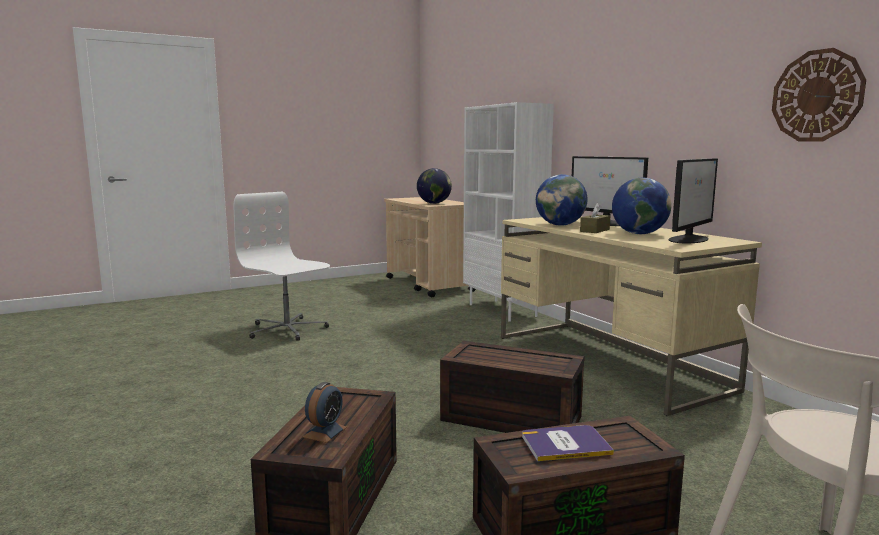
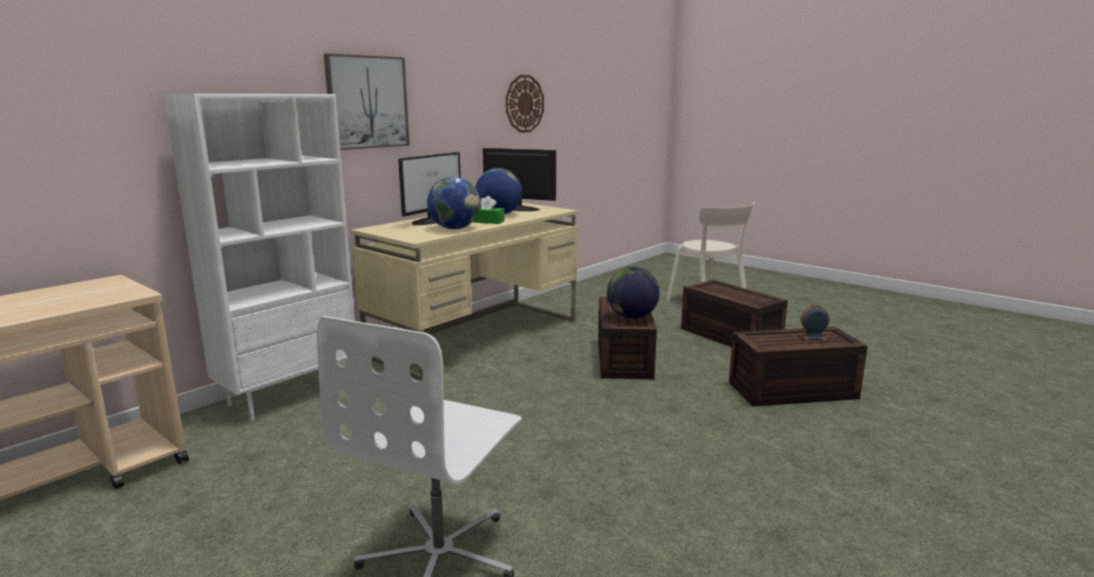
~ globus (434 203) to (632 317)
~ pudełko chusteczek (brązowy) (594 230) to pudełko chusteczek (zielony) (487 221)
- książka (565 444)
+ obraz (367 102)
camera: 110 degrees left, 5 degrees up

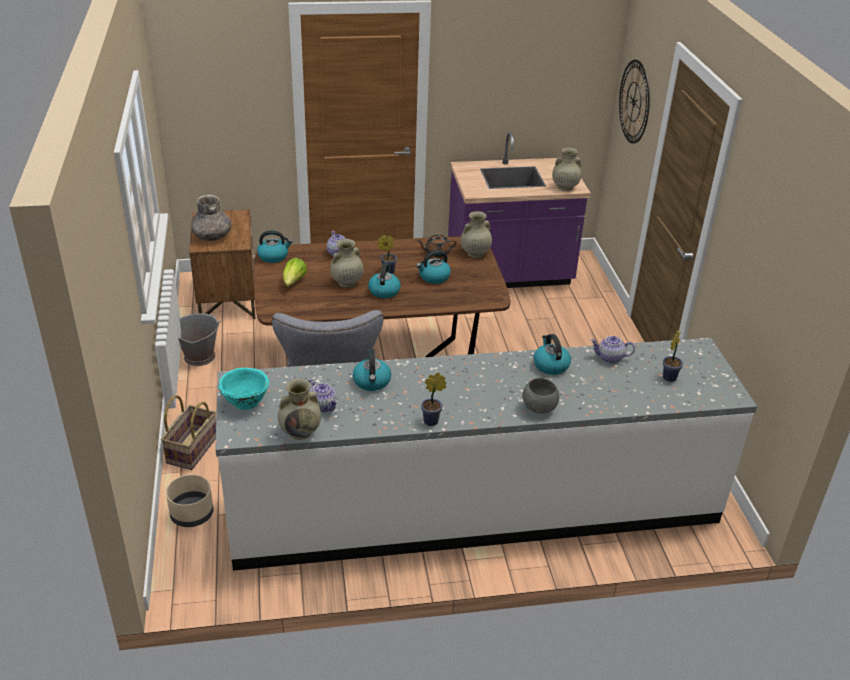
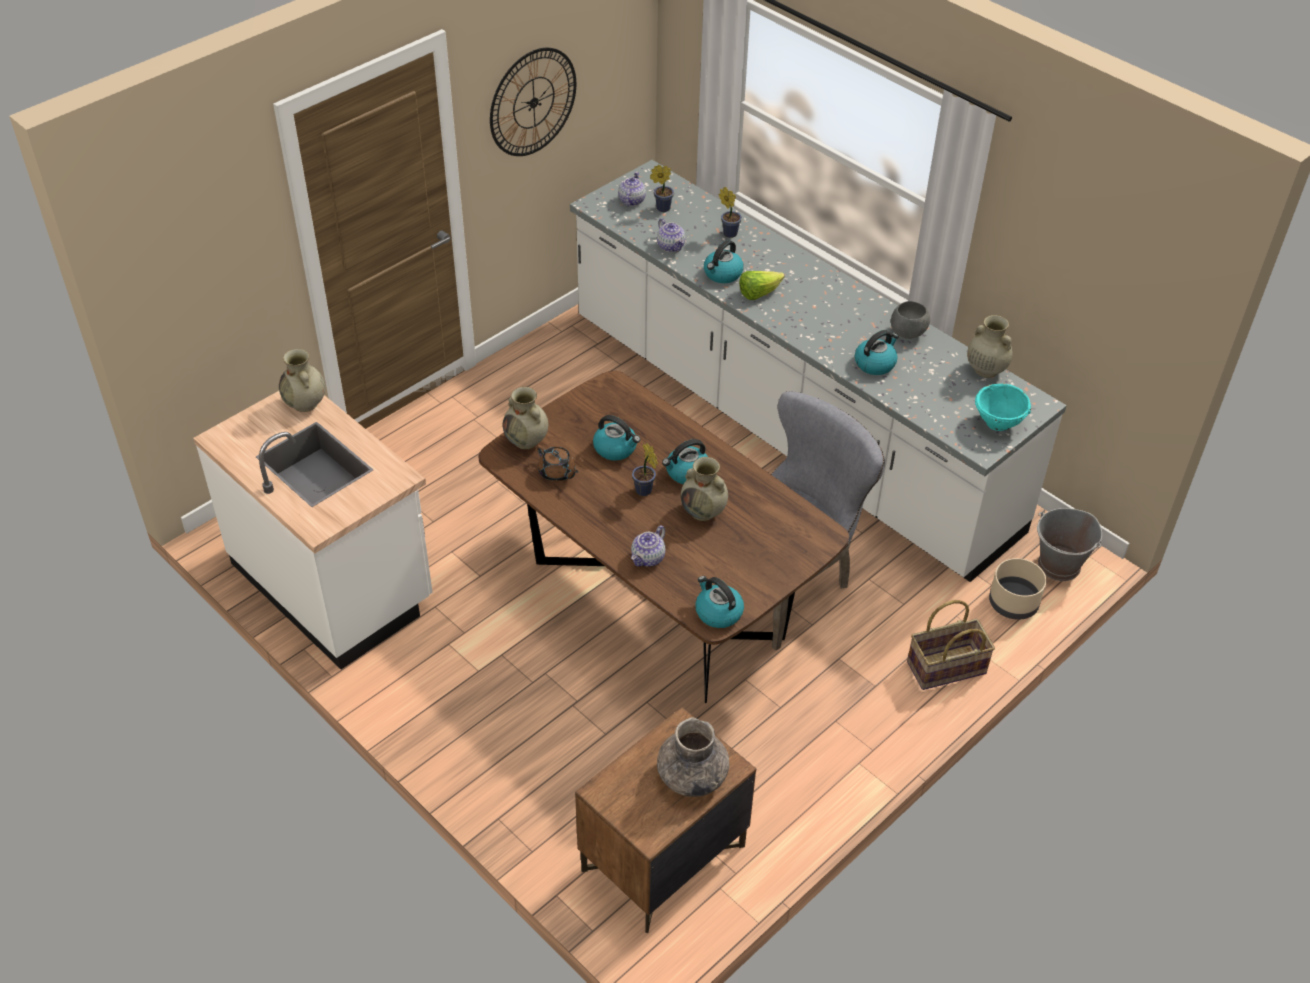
~ zegar ścienny (634 101) to (533 102)
~ zabudowa kuchenna (fioletowy) (509 275) to zabudowa kuchenna (biały) (334 583)
~ sałata (294 282) to (758 293)
~ wiadro (szary) (199 356) to (1059 565)
~ roślina doniczkowa (433 421) to (728 233)
~ miska (szary) (538 408) to (908 333)
~ imbryk (323 406) to (631 200)
camera: 125 degrees left, 10 degrees up

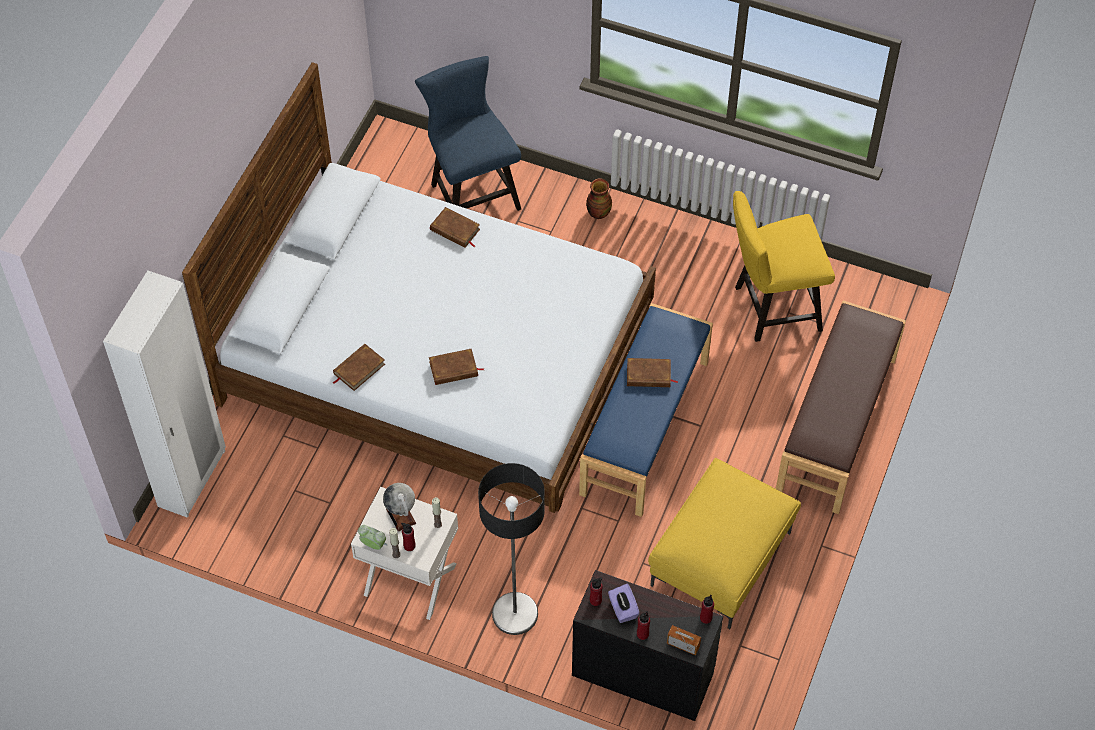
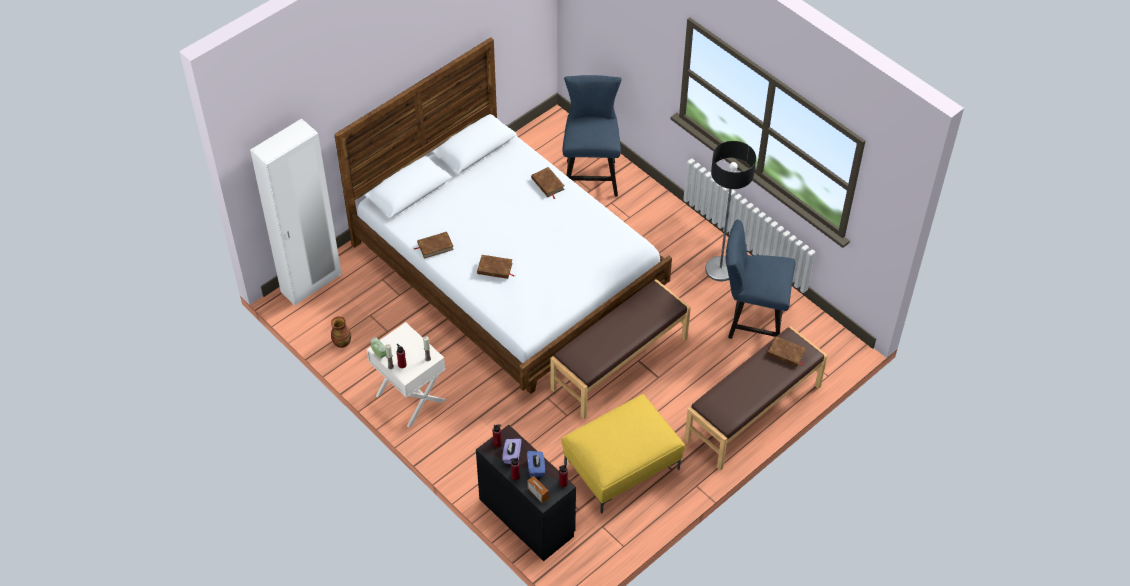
~ wazon (598 212) to (342 342)
~ krzesło (żółty) (771 309) to krzesło (niebieski) (751 321)
~ ławka (niebieski) (643 427) to ławka (brązowy) (619 363)
~ książka (brązowy) (648 375) to (786 353)
~ lampa stojąca (514 614) to (720 269)
- globus (401 516)
+ pudełko chusteczek (niebieski) (536 468)
camera: 25 degrees right, 5 degrees down

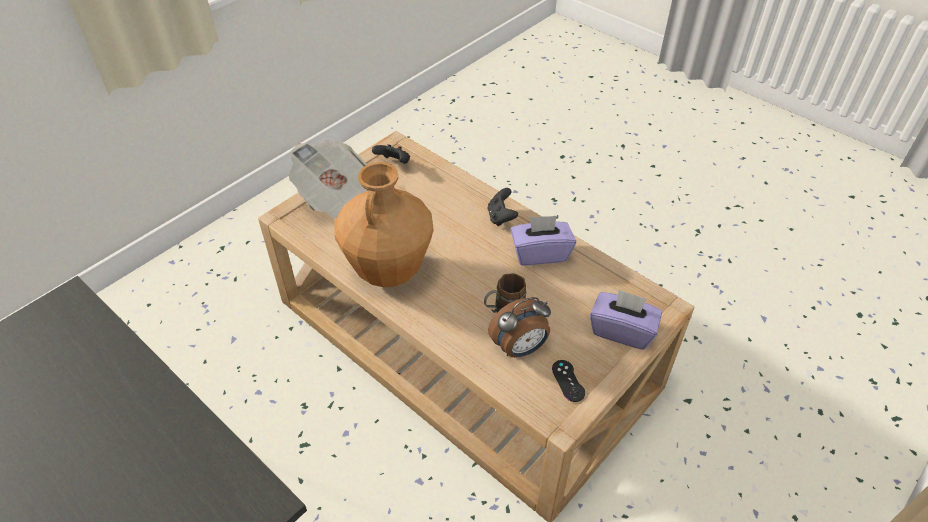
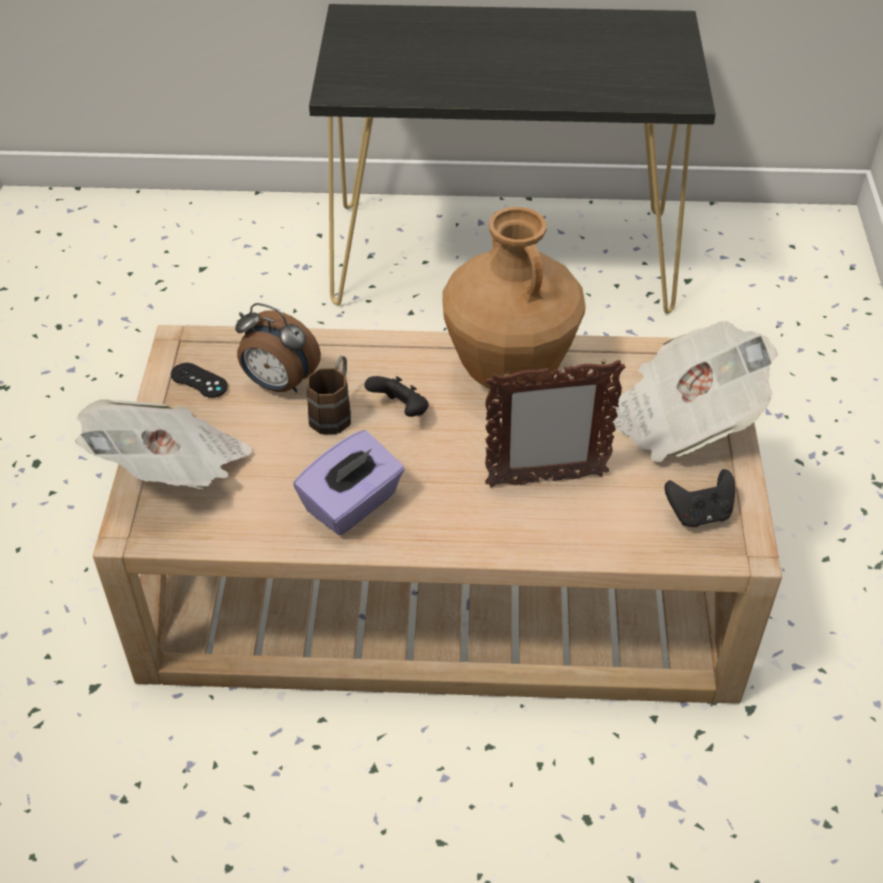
~ pad do gier (czarny) (501 217) to (400 410)
~ pudełko chusteczek (fioletowy) (622 330) to gazeta (173 470)
~ budzik (520 348) = (279 384) 90 degrees counterclockwise
+ ramka na zdjęcie (545 480)
camera: 140 degrees right, 0 degrees up

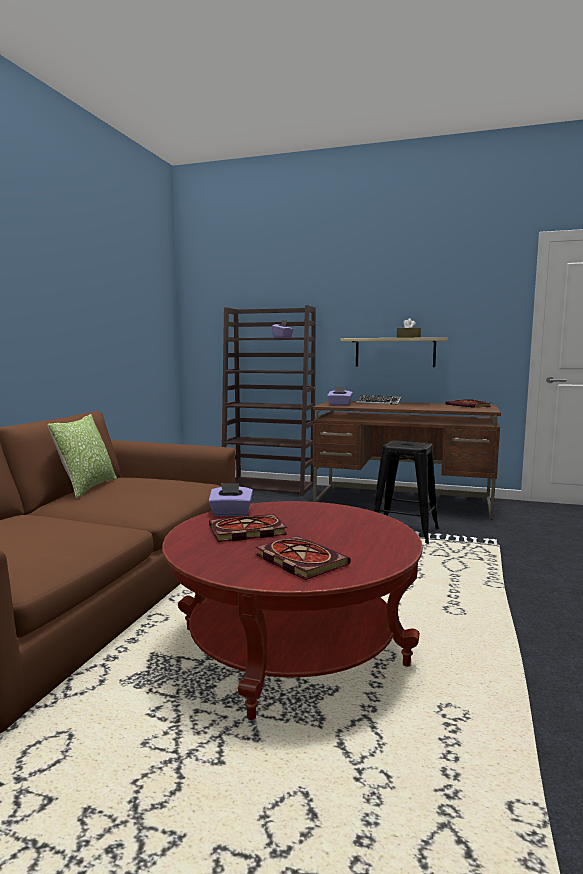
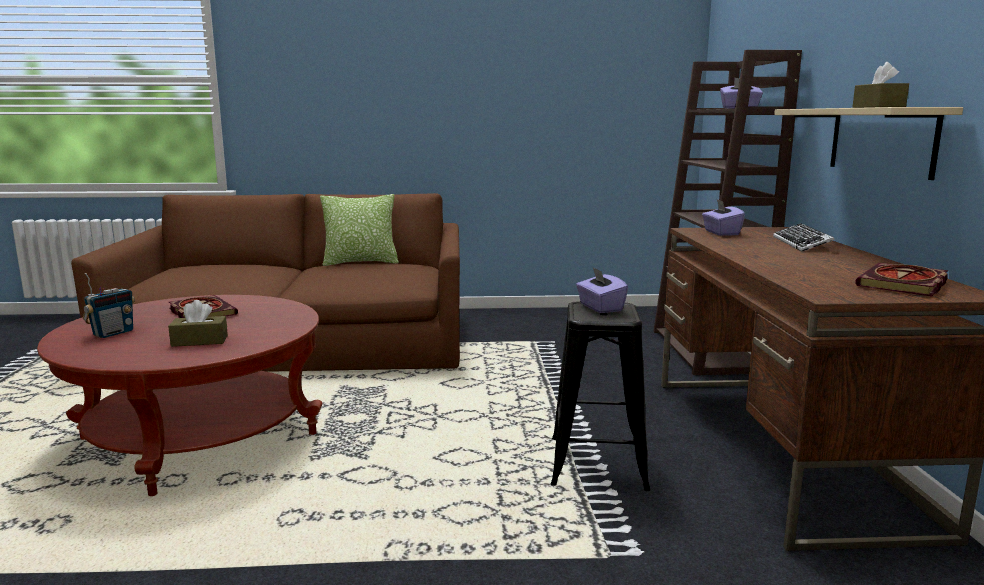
~ pudełko chusteczek (fioletowy) (231 513) to (600 307)
~ książka (298 560) to radio (113 333)
+ pudełko chusteczek (brązowy) (199 341)
camera: 70 degrees right, 5 degrees up

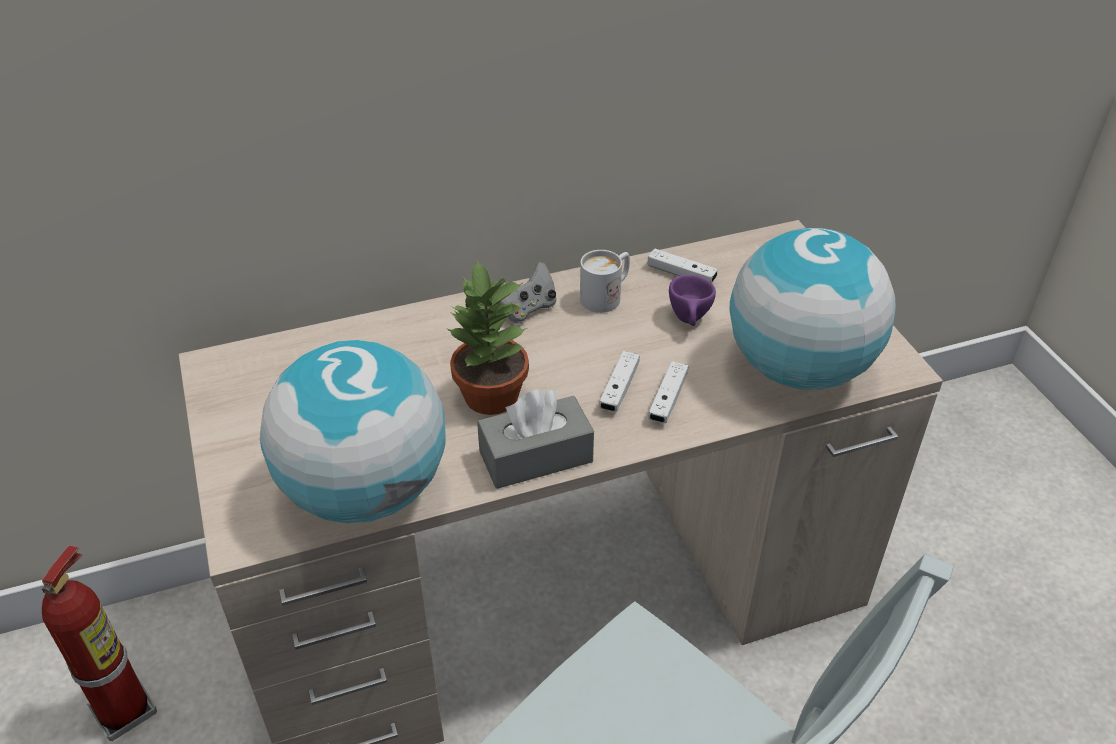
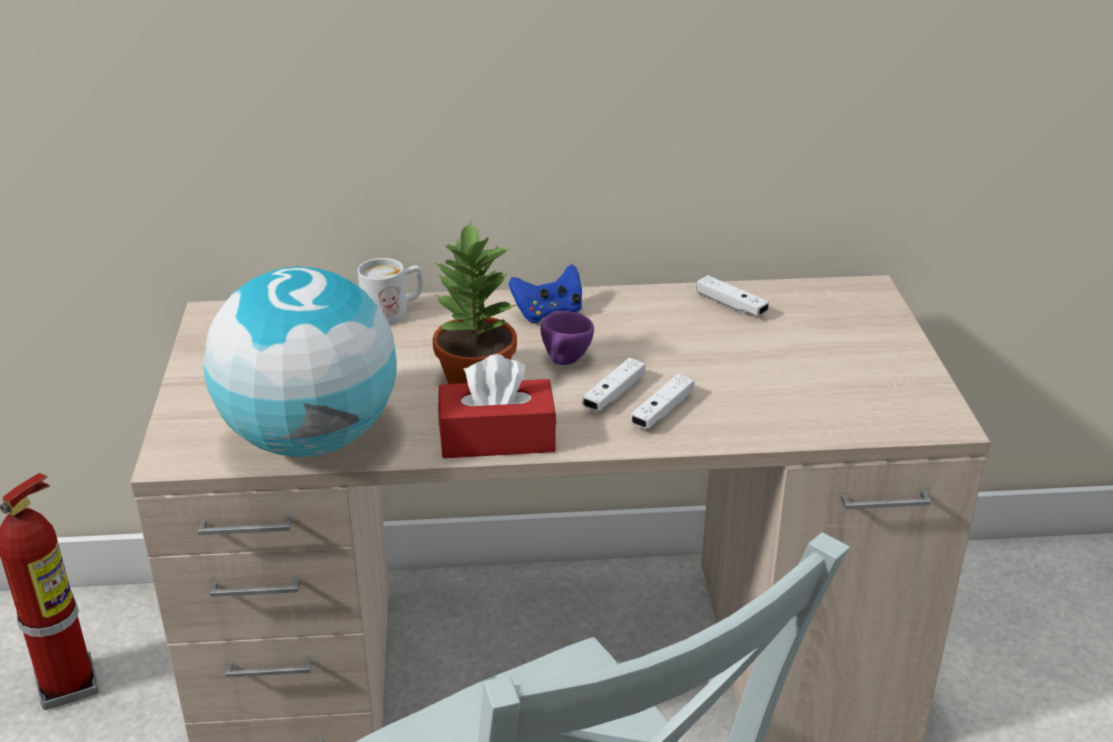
- globus (799 369)
~ kubek (biały) (606 296) to (394 312)
~ pad do gier (szary) (526 309) to pad do gier (niebieski) (548 313)
~ filiżanka (fioletowy) (690 321) to (565 363)
~ pudełko chusteczek (szary) (536 457) to pudełko chusteczek (czerwony) (497 438)
camera: 15 degrees right, 10 degrees down

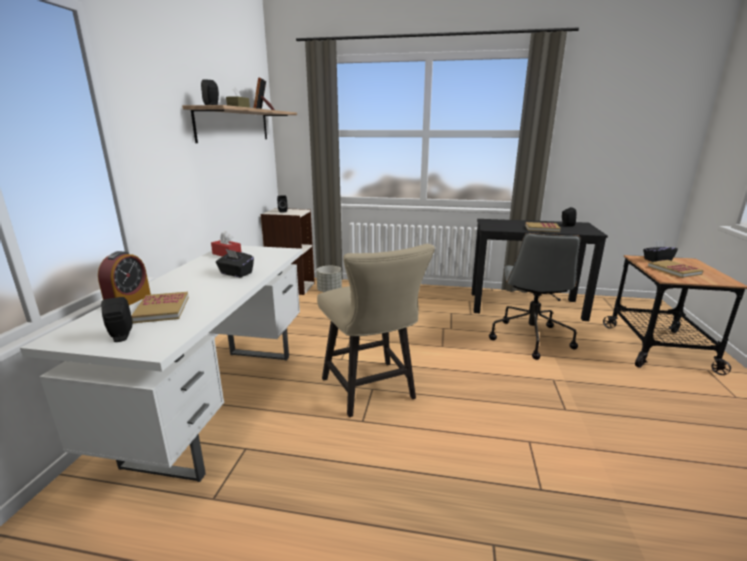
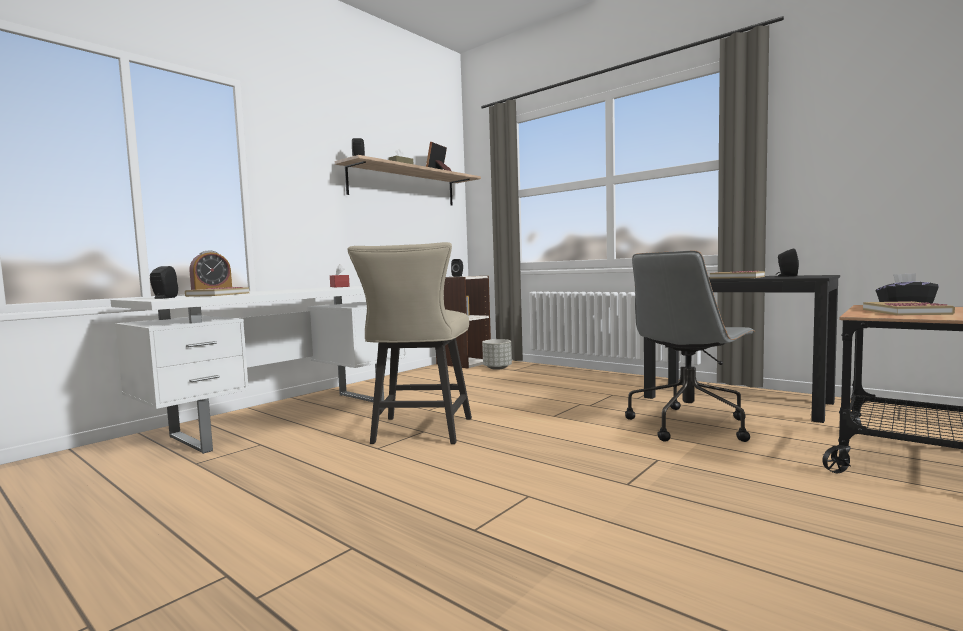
- pudełko chusteczek (czarny) (236 273)
camera: 30 degrees right, 15 degrees down

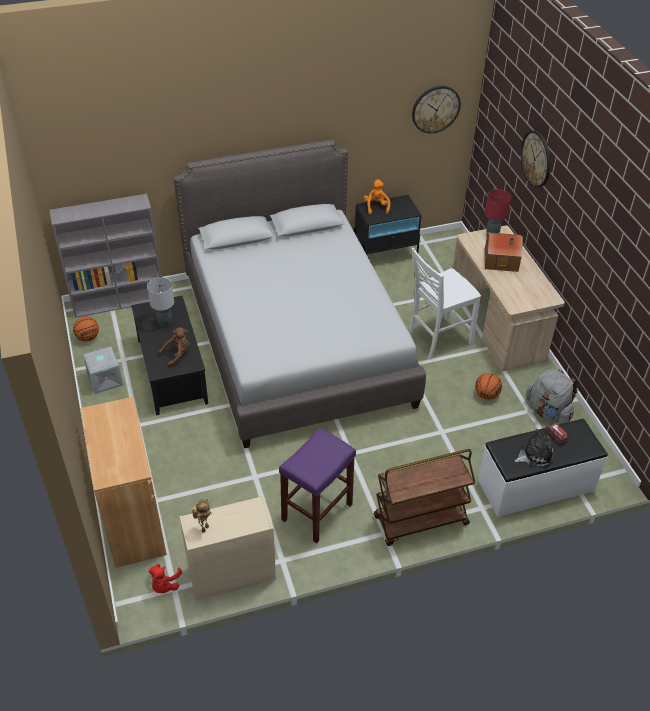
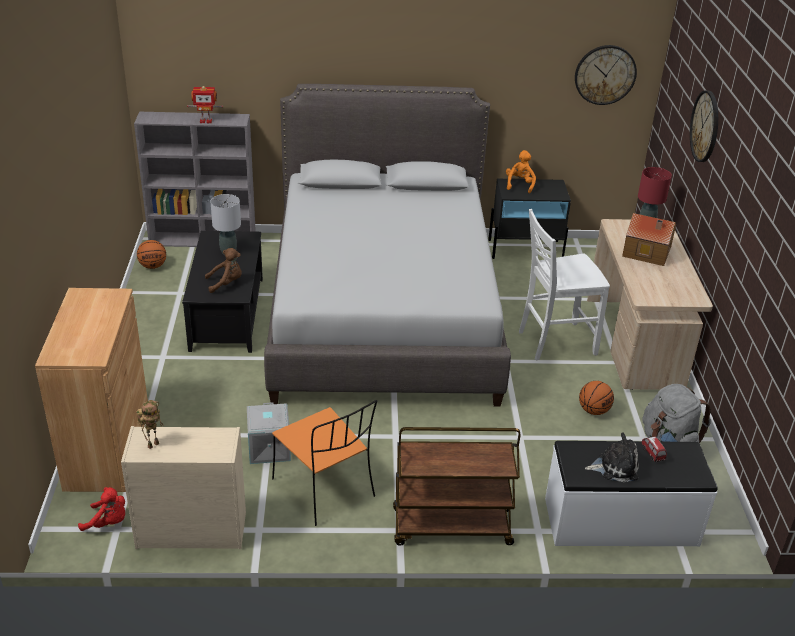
~ pojemnik do przechowywania (szary) (104 380) to (268 448)
~ stołek (fioletowy) (317 513) to krzesło (pomarańczowy) (325 489)
~ pluszak (czerwony) (165 585) = (108 522) 105 degrees counterclockwise
+ robot zabawkowy (206 121)
camera: 15 degrees right, 10 degrees down

